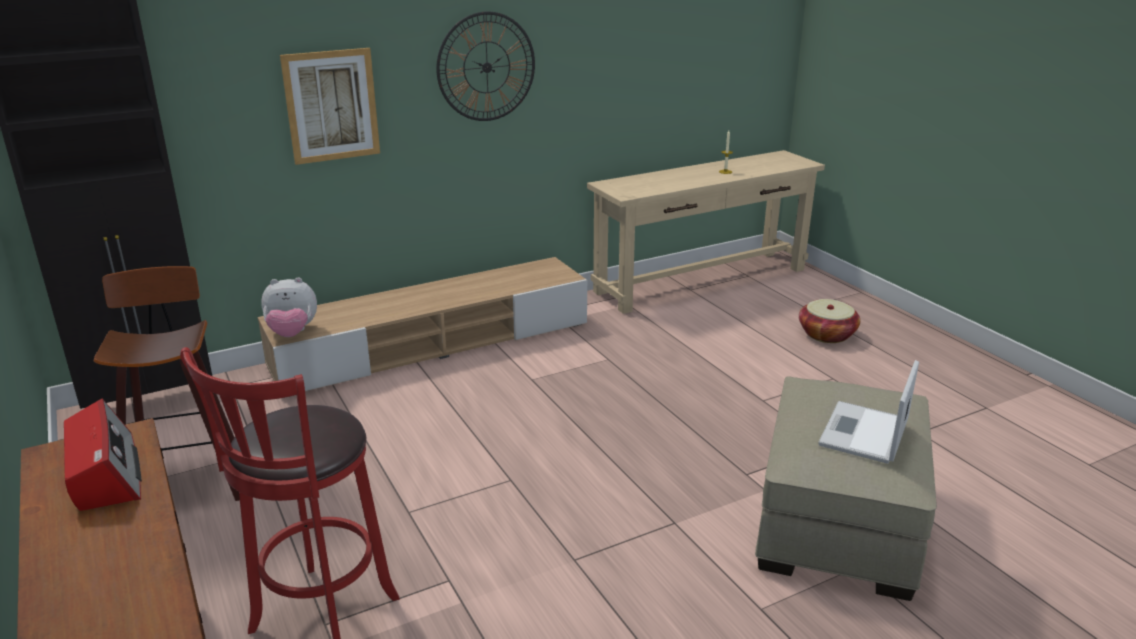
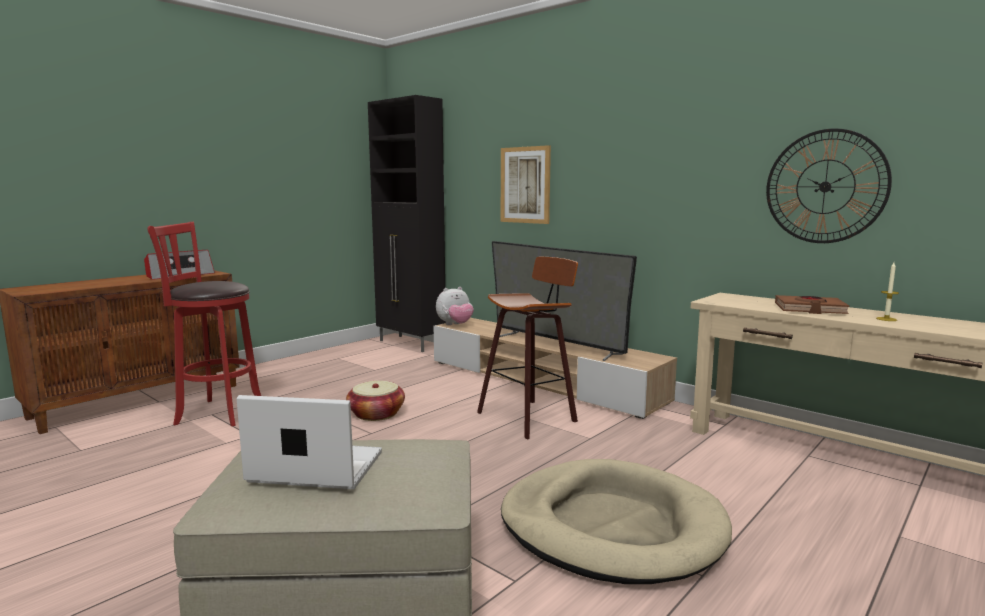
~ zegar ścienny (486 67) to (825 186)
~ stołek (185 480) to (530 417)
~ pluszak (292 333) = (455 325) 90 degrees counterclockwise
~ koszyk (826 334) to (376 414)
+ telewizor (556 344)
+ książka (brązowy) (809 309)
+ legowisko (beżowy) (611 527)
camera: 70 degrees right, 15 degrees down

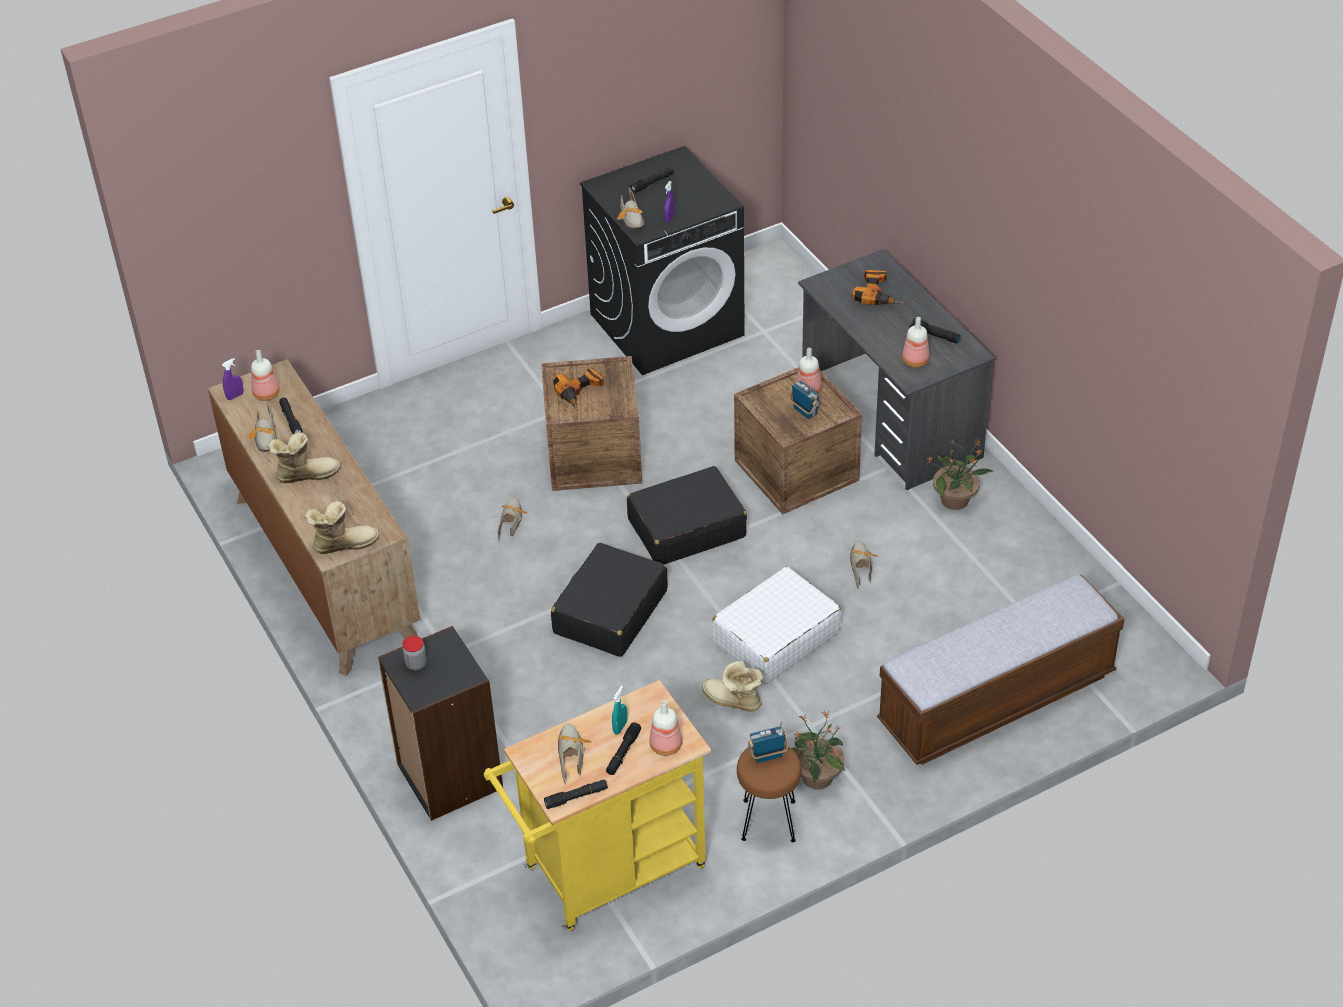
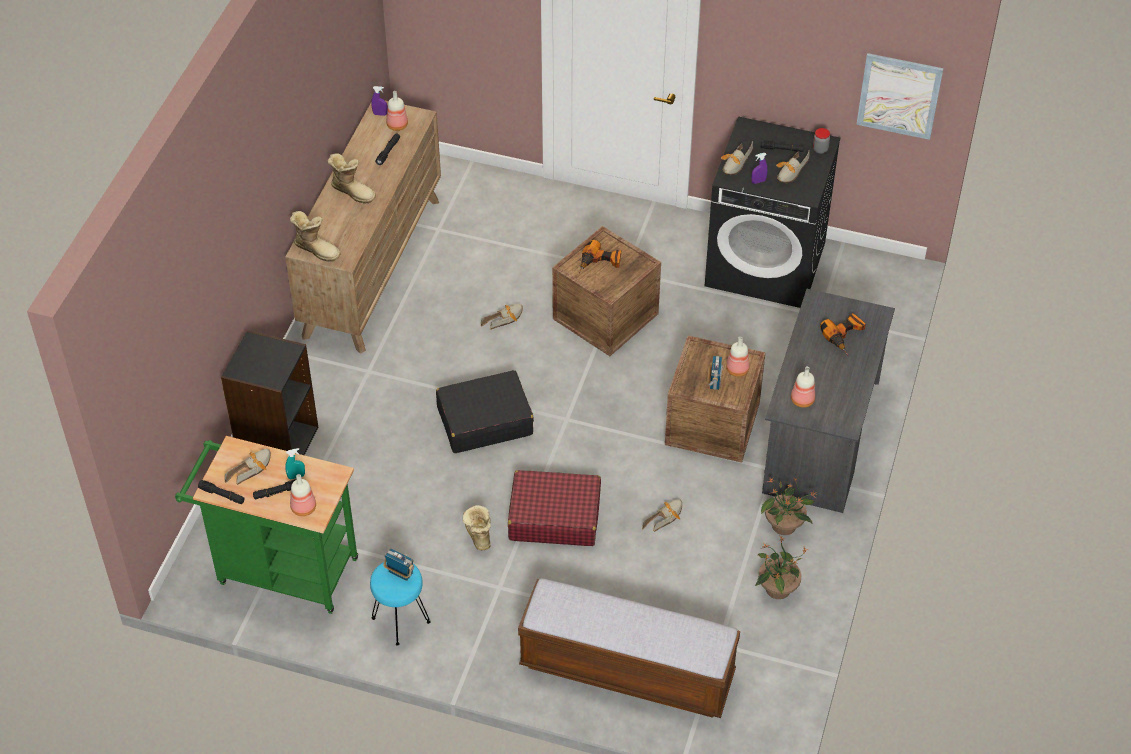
- latarka (czarny) (934 335)
~ but (266 438) to (790 173)
- walizka (czarny) (686 528)
~ walizka (biały) (775 637) to walizka (czerwony) (554 517)
~ słoik (416 664) to (820 149)
~ wózek (żółty) (605 873) to wózek (zielony) (280 569)
~ roślina doniczkowa (817 778) to (777 589)
~ stołek (brązowy) (768 821) to stołek (turkusowy) (400 621)
+ obraz (899 95)
camera: 45 degrees right, 5 degrees up

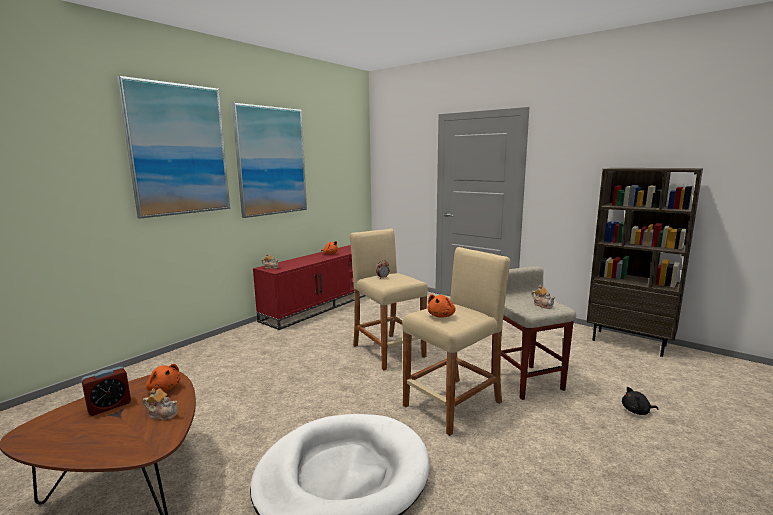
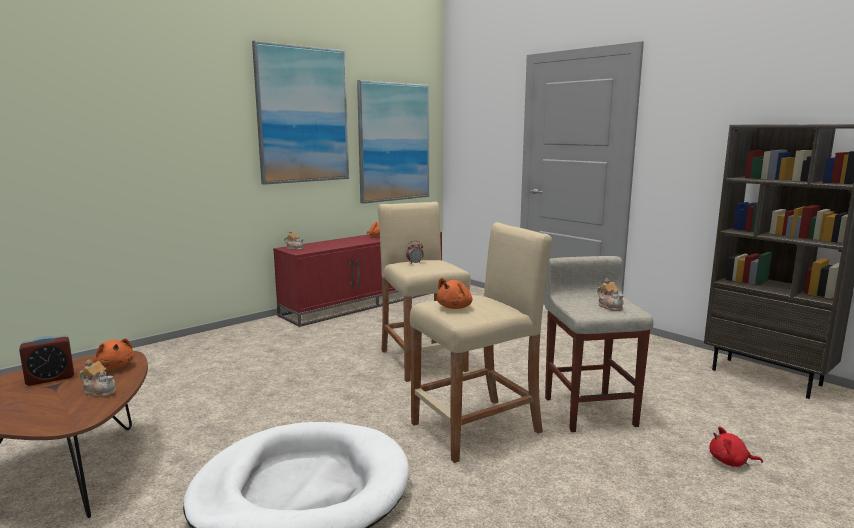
~ obraz (179 150) to (394 142)
~ pluszak (czarny) (637 411) to pluszak (czerwony) (730 462)
camera: 10 degrees right, 0 degrees up

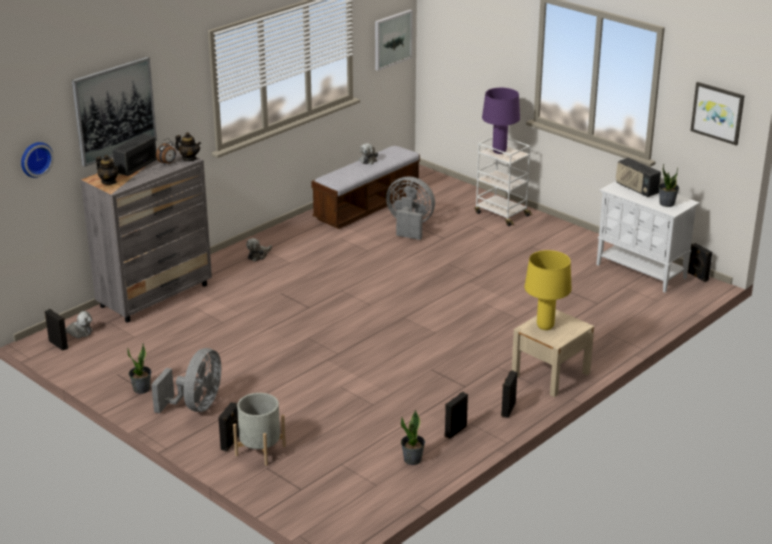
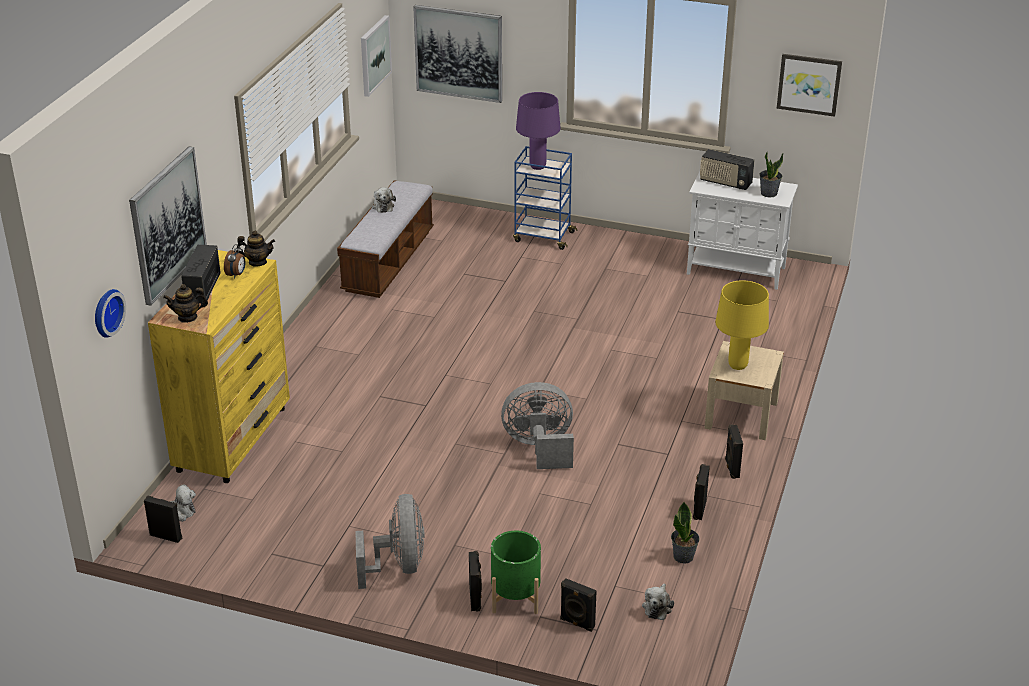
~ wózek (biały) (501 214) to wózek (niebieski) (543 237)
~ komoda (szary) (155 295) to komoda (żółty) (233 439)
~ imbryk (109 182) = (187 317) 150 degrees clockwise
~ wentylator (szary) (409 226) to (540 448)
~ pluszak (258 255) to (657 607)
~ głośnik (czarny) (697 276) to (577 623)
- roślina doniczkowa (141 389)
~ donica (szary) (260 450) to donica (zielony) (515 597)
+ obraz (459 53)
camera: 25 degrees left, 5 degrees up

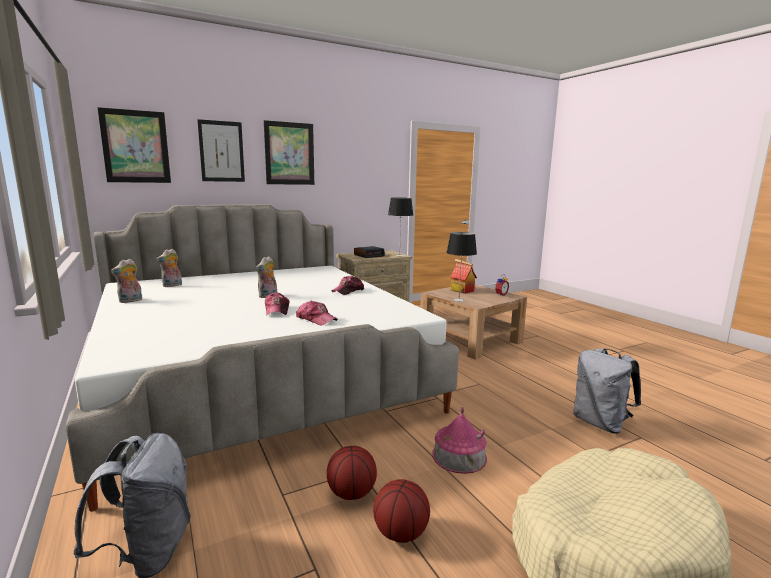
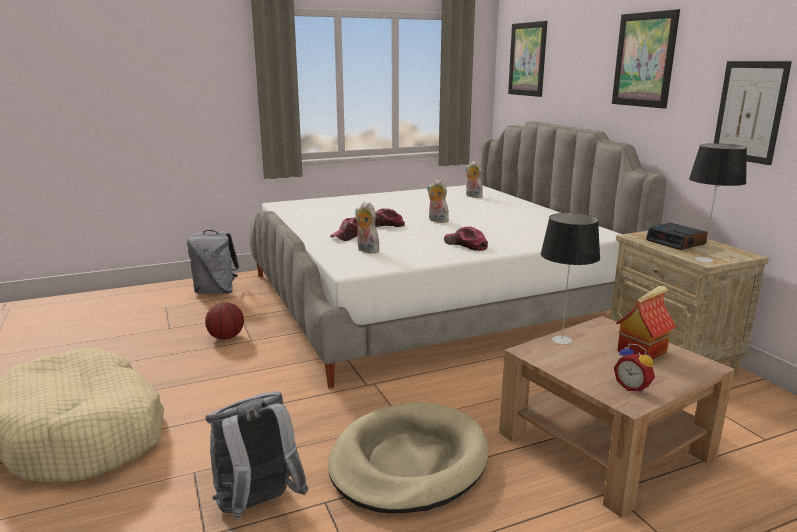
~ obraz (221 151) to (749 111)
~ pluszak (130 301) to (366 250)
- domek (459 456)
- piłka do koszykówki (400 533)
+ legowisko (beżowy) (408 462)
camera: 95 degrees right, 5 degrees up

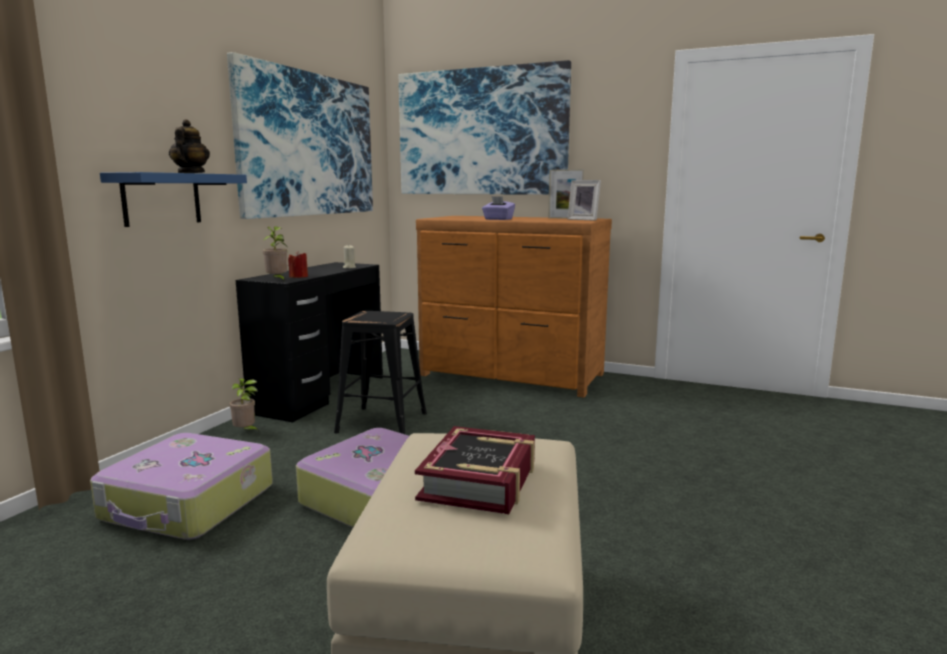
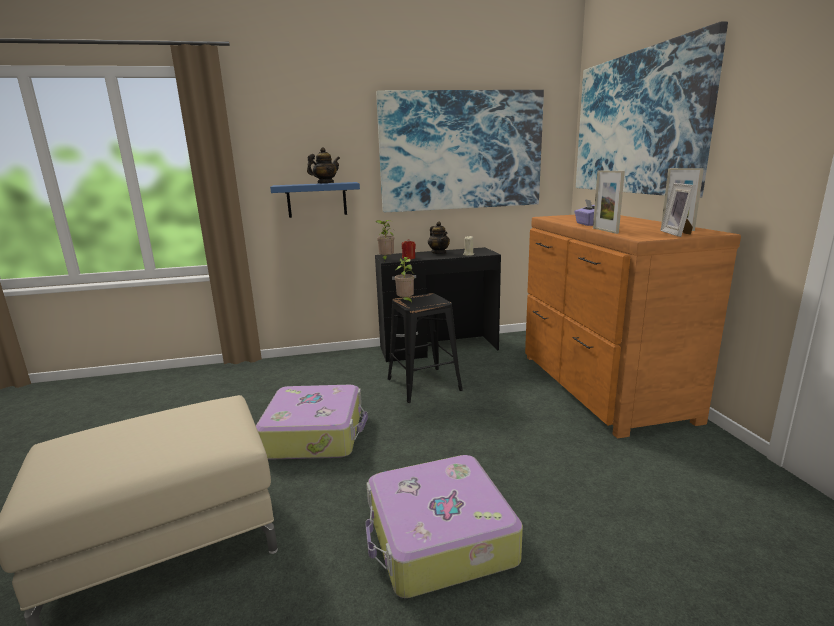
~ roślina doniczkowa (246 432) to (405 302)
- książka (480 480)
~ walizka (188 504) to (438 538)
+ ramka na zdjęcie (605 230)
+ imbryk (439 253)
camera: 55 degrees right, 5 degrees up

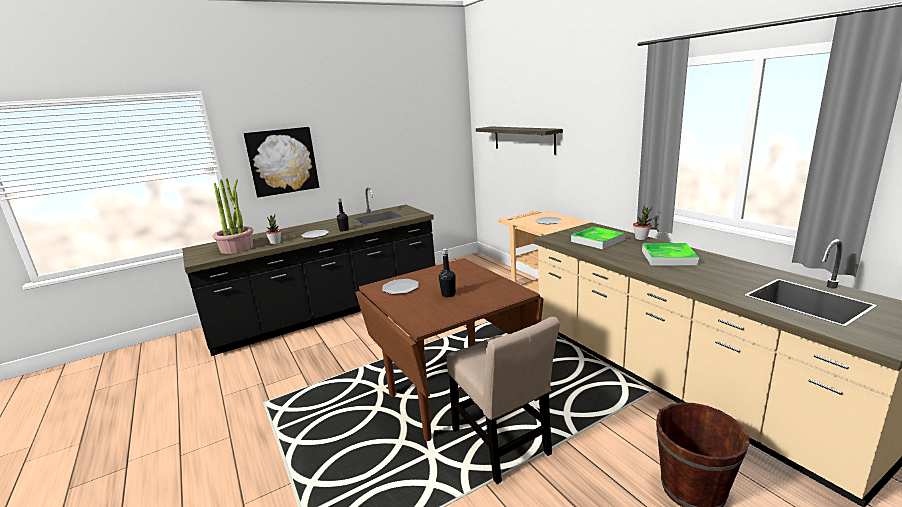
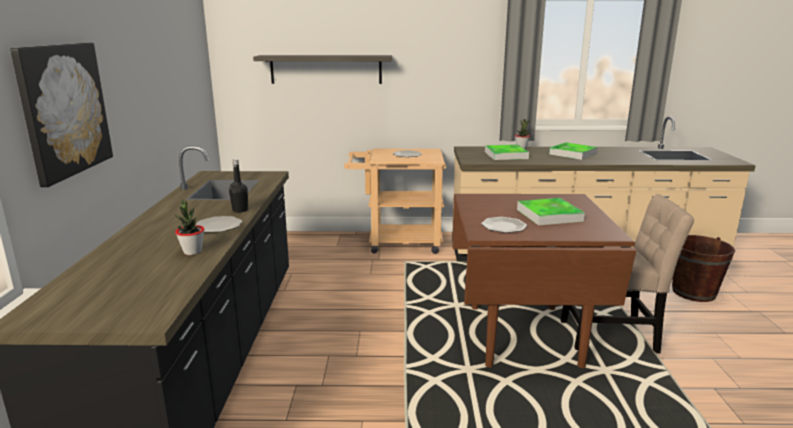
- roślina doniczkowa (237 248)
~ butelka (czarny) (448 294) to taca (549 215)
camera: 60 degrees left, 0 degrees up

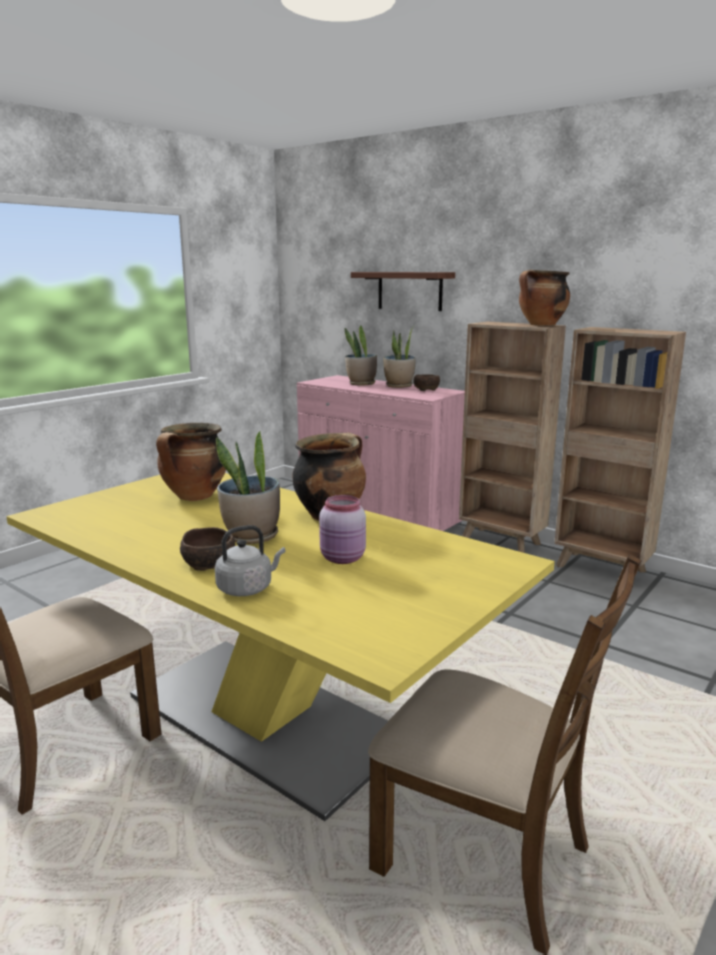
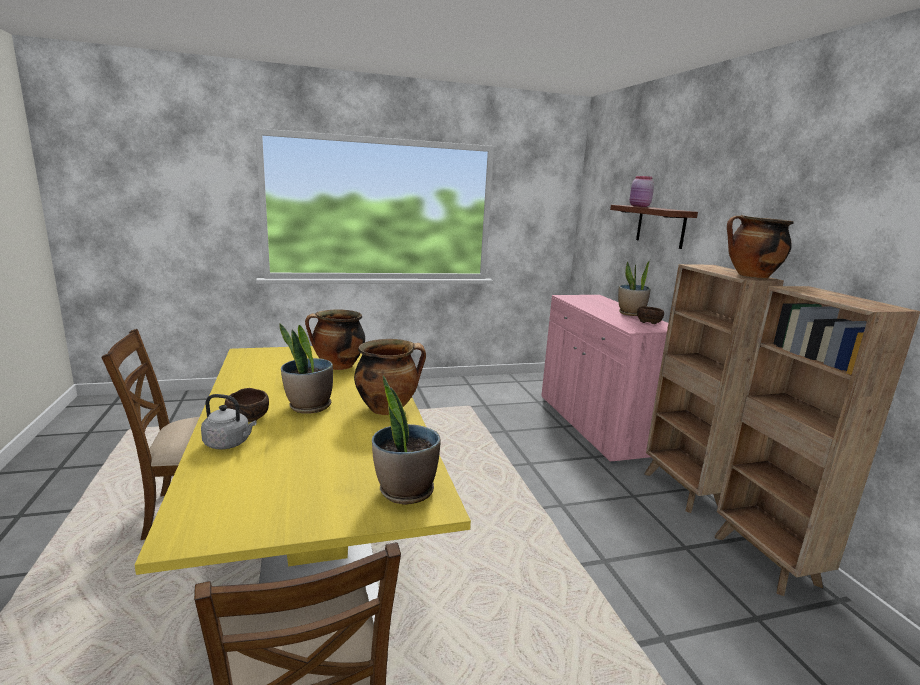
~ roślina doniczkowa (361 384) to (405 491)
~ słoik (różowy) (343 558) to (639 206)
camera: 35 degrees right, 0 degrees up

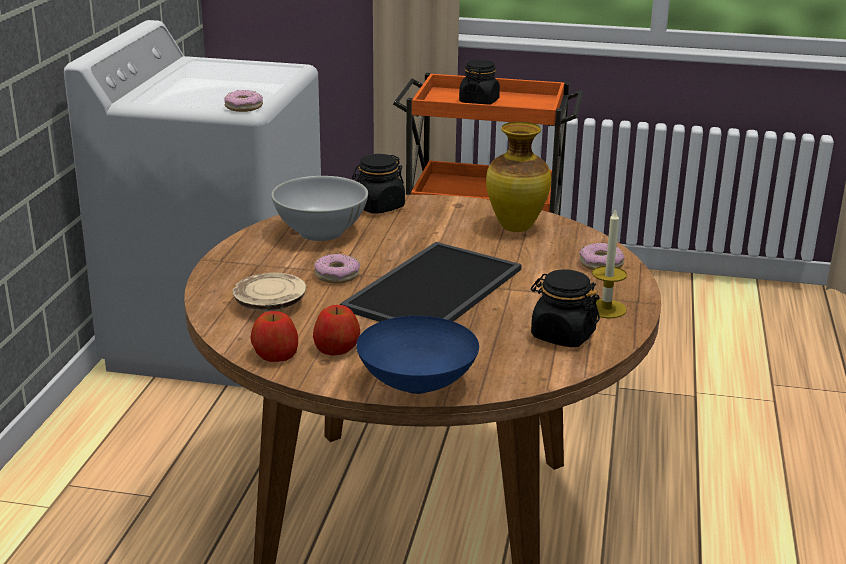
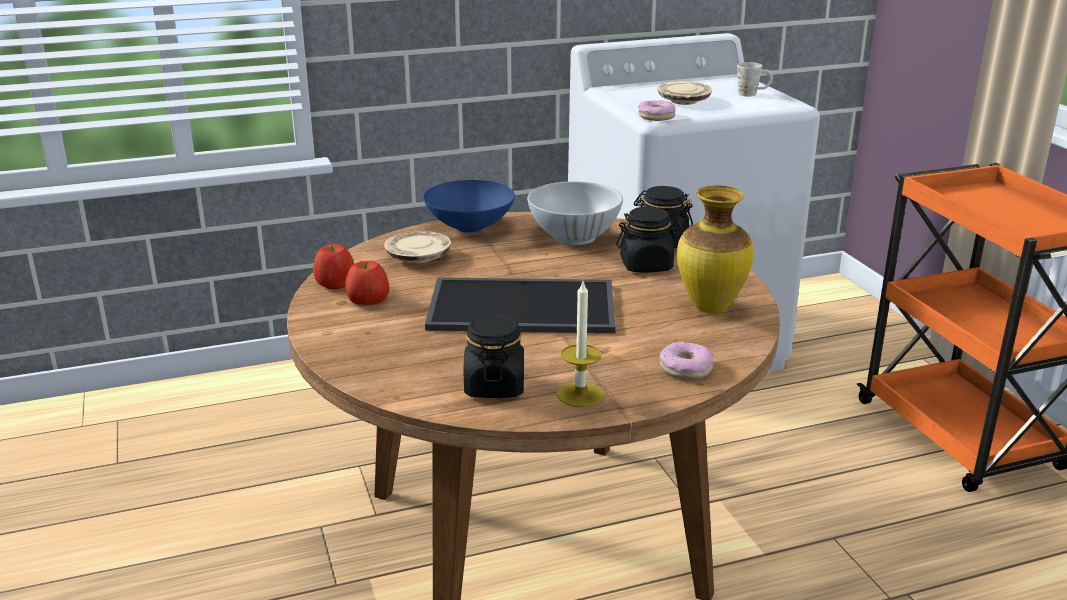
~ słoik (czarny) (479 102) to (646 265)
- donut (337 275)
~ miska (niebieski) (419 384) to (470 228)
+ kubek (biały) (753 94)
+ talerz (beżowy) (684 101)
camera: 60 degrees right, 0 degrees up

